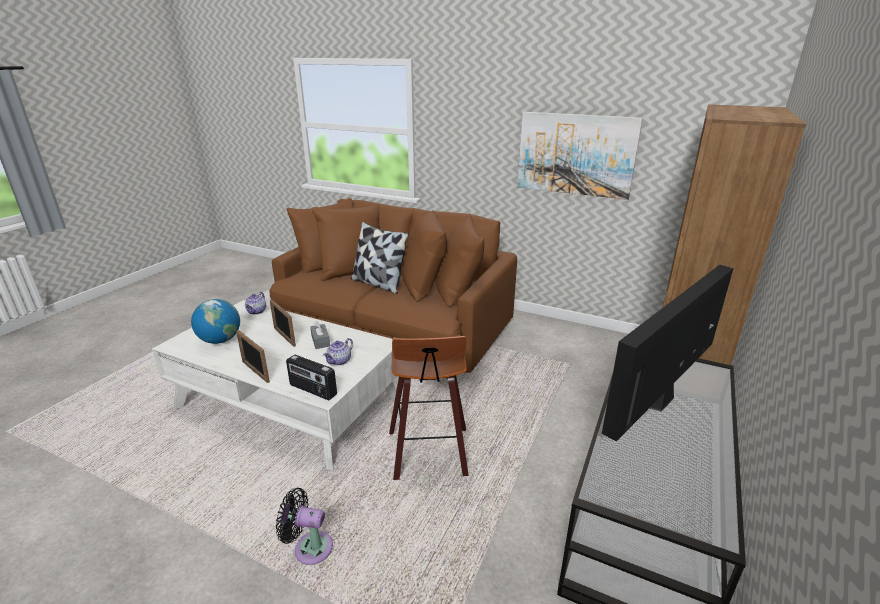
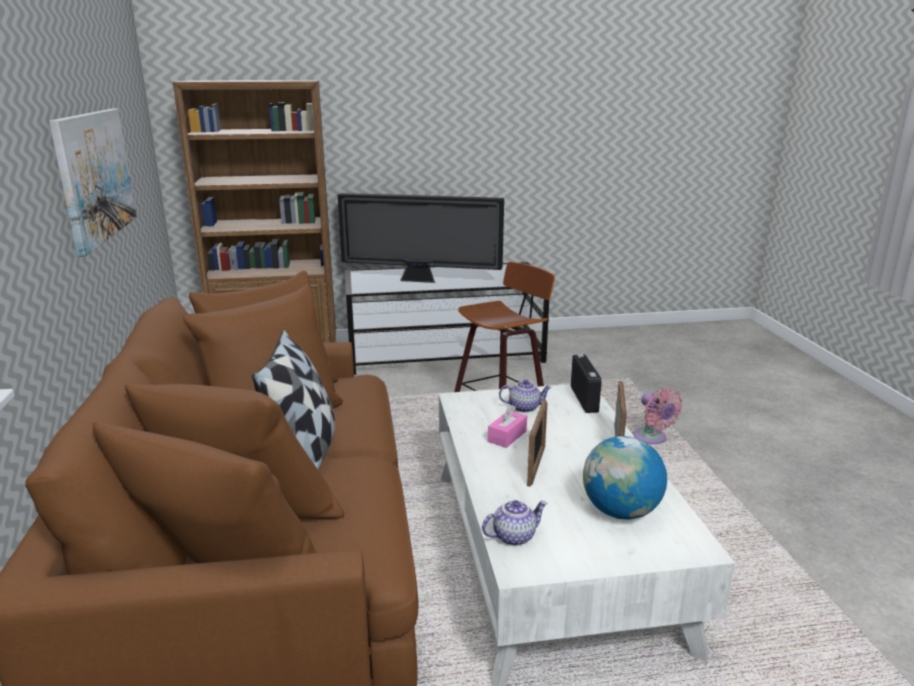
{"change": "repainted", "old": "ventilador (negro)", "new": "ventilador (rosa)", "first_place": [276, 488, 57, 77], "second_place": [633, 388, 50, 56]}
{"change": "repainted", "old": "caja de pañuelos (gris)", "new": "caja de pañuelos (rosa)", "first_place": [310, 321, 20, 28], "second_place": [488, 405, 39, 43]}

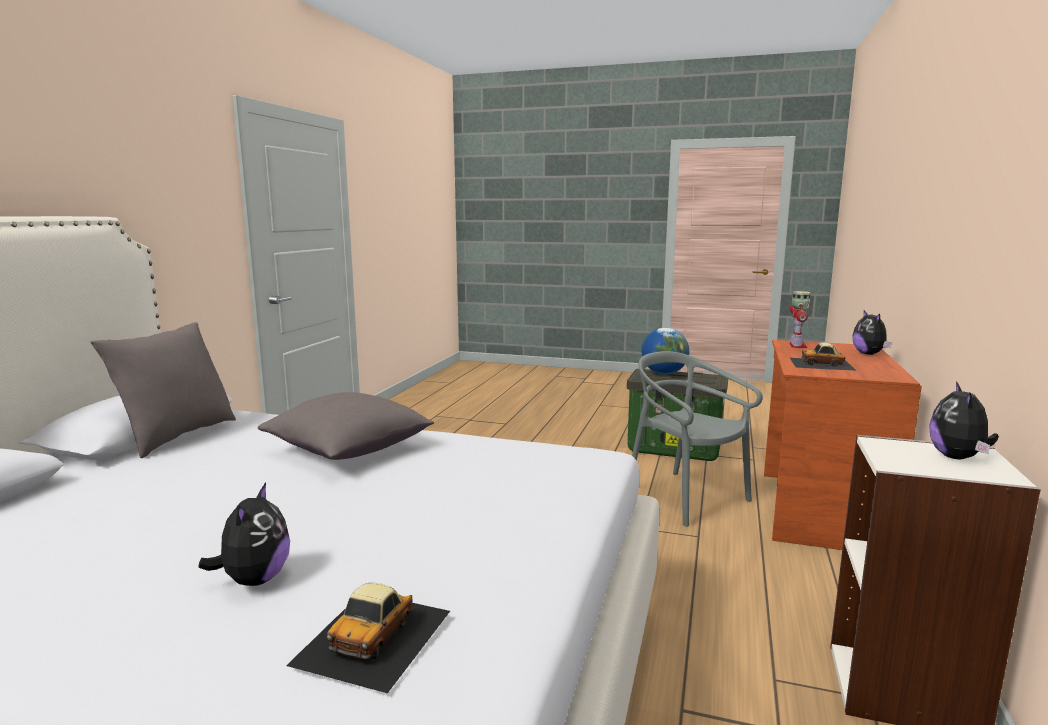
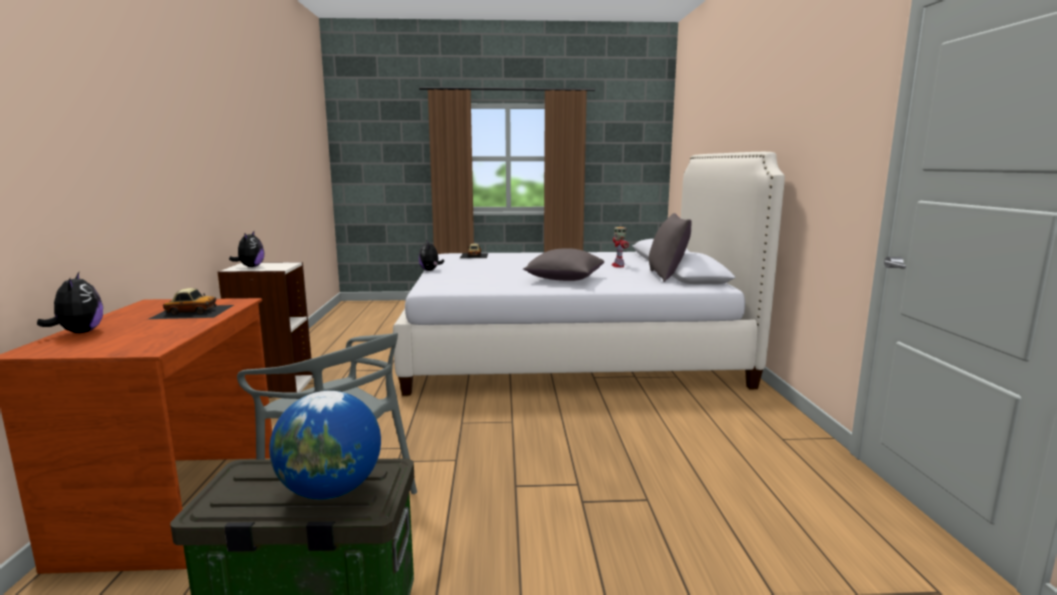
{"change": "shifted", "old": "peluche", "first_place": [198, 483, 92, 103], "second_place": [419, 240, 25, 31]}
{"change": "shifted", "old": "robot de juguete", "first_place": [789, 291, 22, 57], "second_place": [611, 227, 18, 40]}

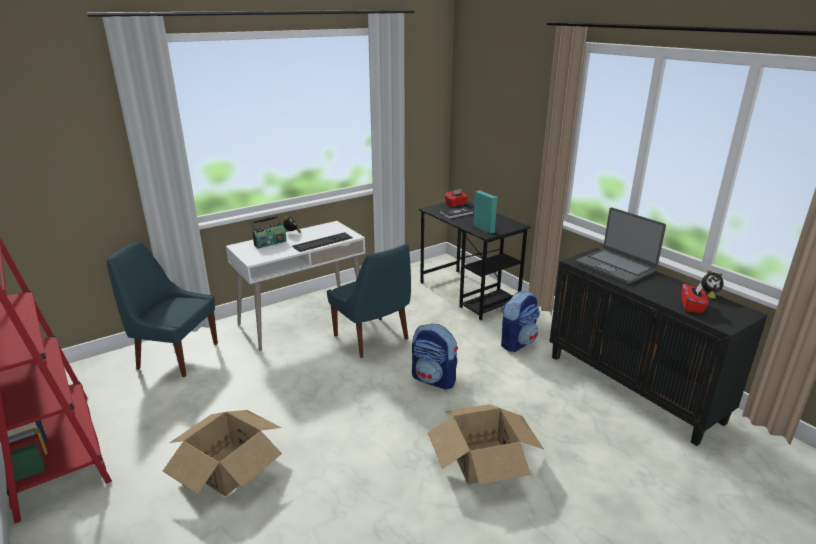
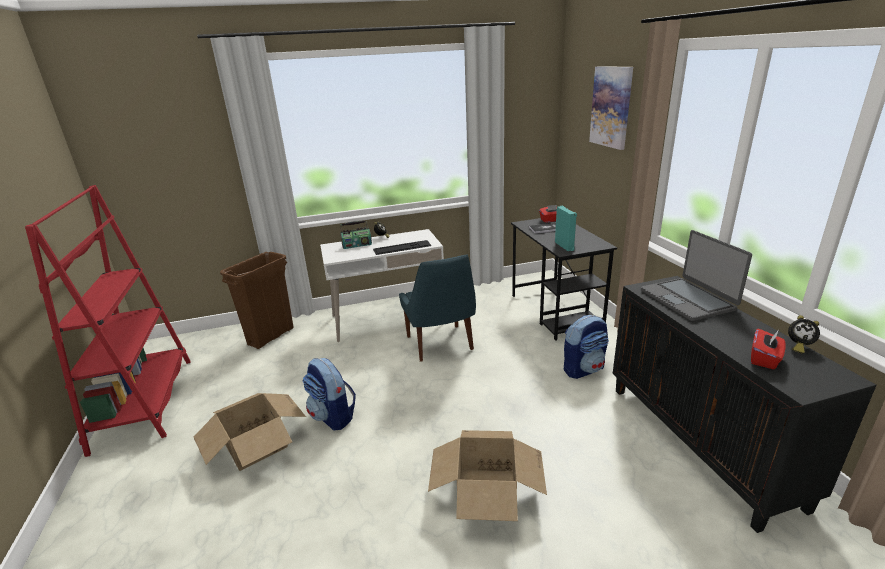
{"change": "new", "new": "cuadro", "second_place": [589, 66, 44, 84]}
{"change": "shifted", "old": "mochila", "first_place": [412, 324, 46, 66], "second_place": [303, 358, 53, 72]}
{"change": "swapped", "old": "silla (azul)", "new": "papelera (marrón)", "first_place": [107, 241, 111, 136], "second_place": [220, 252, 74, 97]}

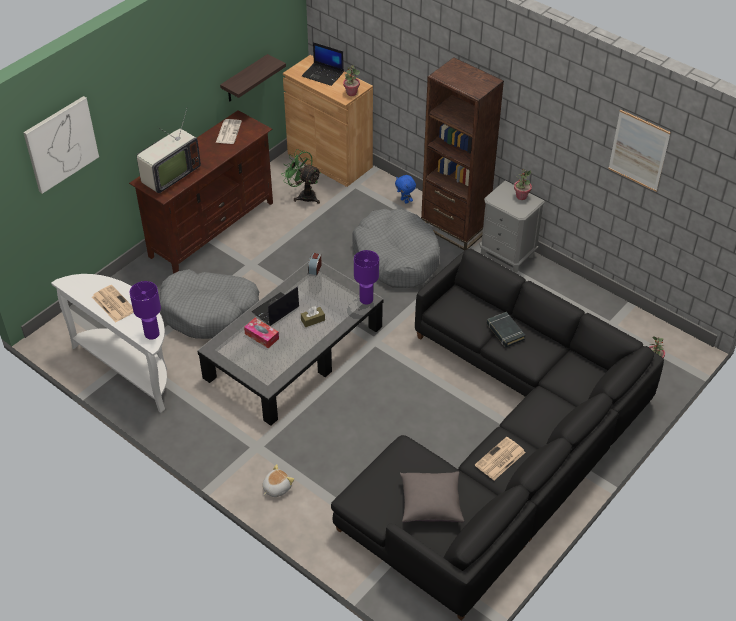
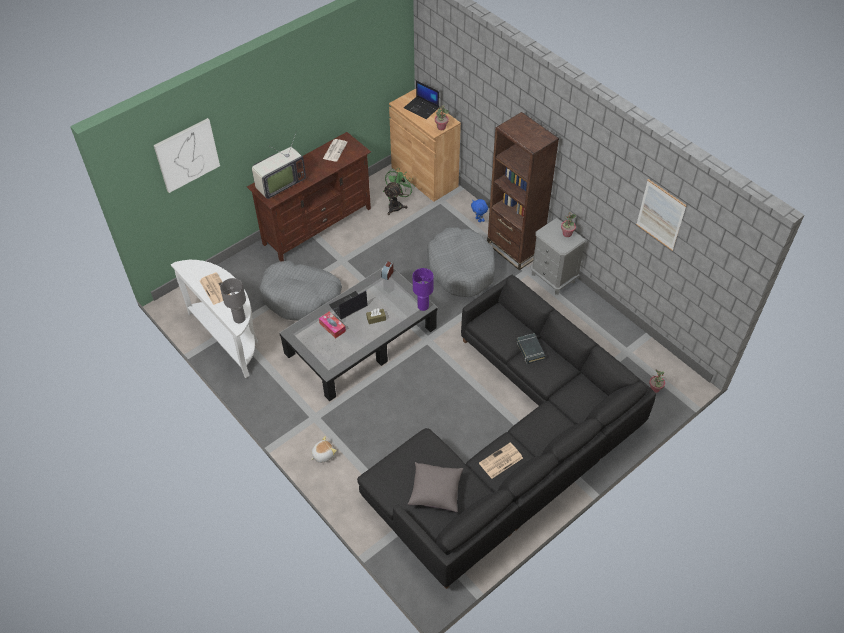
{"change": "gone", "old": "estante", "first_place": [220, 54, 66, 48]}
{"change": "repainted", "old": "lámpara de mesa (morado)", "new": "lámpara de mesa (gris)", "first_place": [129, 281, 32, 59], "second_place": [220, 278, 26, 45]}
{"change": "rotated", "old": "ventilador (verde)", "first_place": [281, 149, 40, 55], "second_place": [383, 168, 32, 47], "degrees": 75}

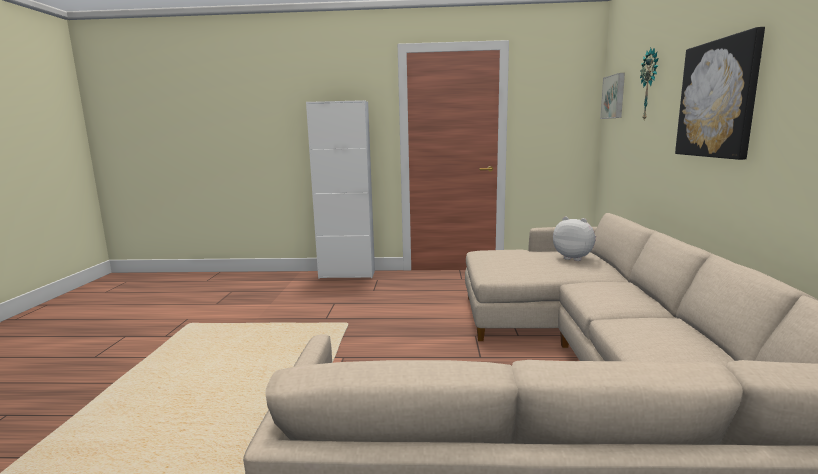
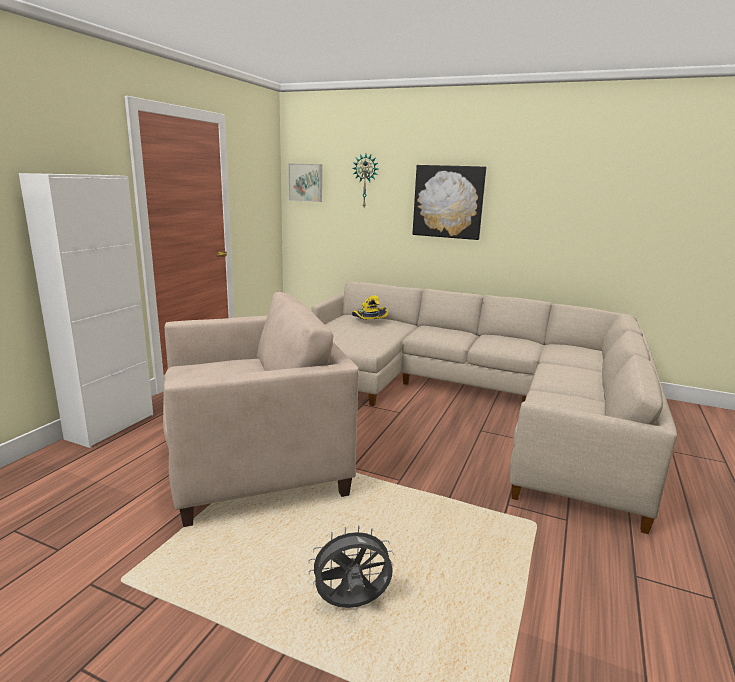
{"change": "new", "new": "sillón (beis)", "second_place": [163, 292, 196, 235]}
{"change": "new", "new": "ventilador (gris)", "second_place": [308, 525, 86, 83]}
{"change": "swapped", "old": "peluche", "new": "sombrero (amarillo)", "first_place": [553, 216, 43, 45], "second_place": [352, 295, 36, 25]}

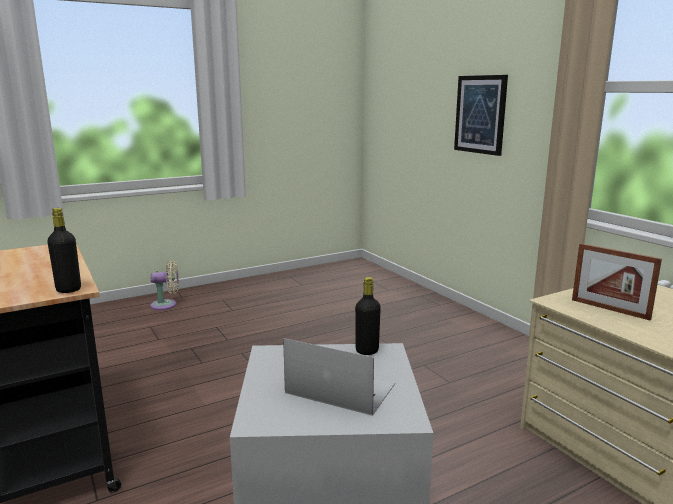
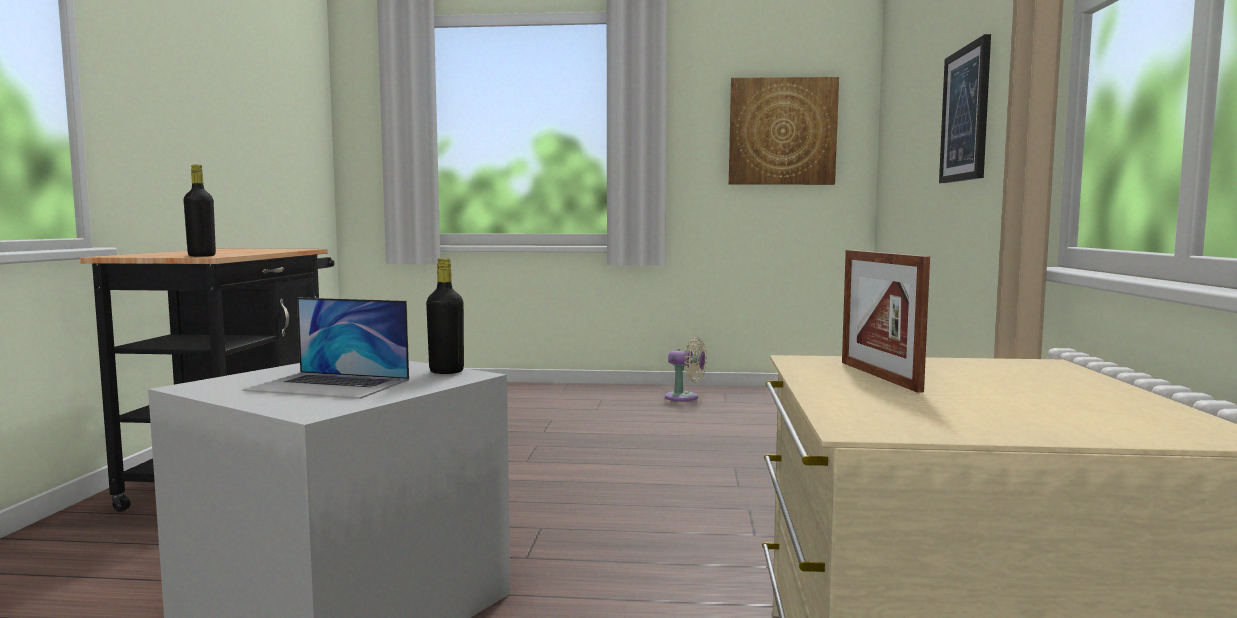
{"change": "new", "new": "cuadro", "second_place": [729, 77, 110, 108]}
{"change": "shifted", "old": "ventilador (beis)", "first_place": [150, 260, 29, 50], "second_place": [665, 337, 42, 64]}
{"change": "rotated", "old": "portátil", "first_place": [283, 338, 112, 78], "second_place": [243, 297, 166, 102], "degrees": 135}

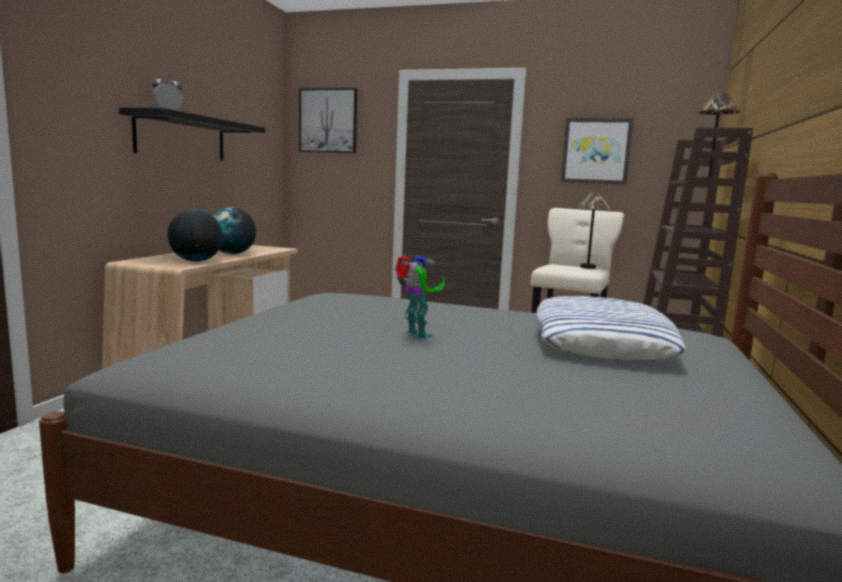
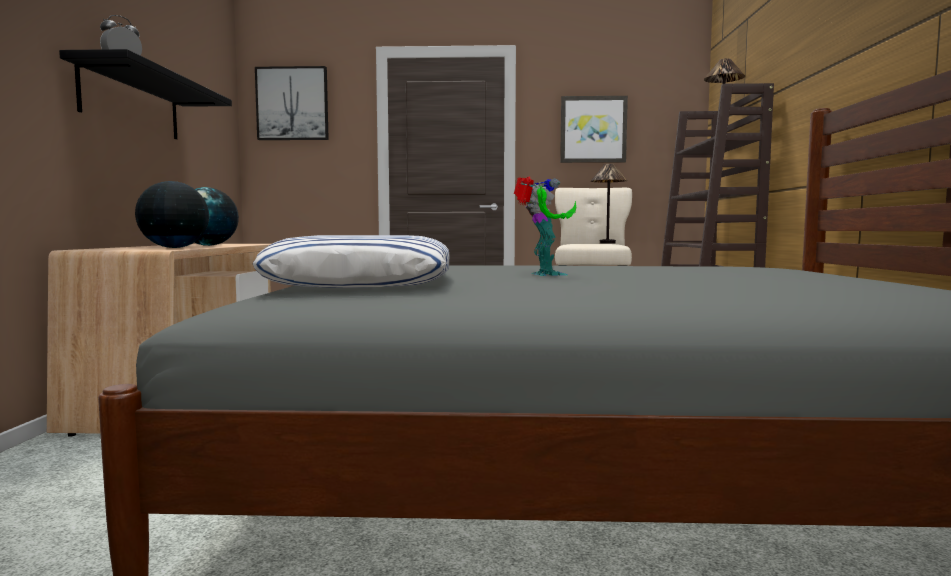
{"change": "shifted", "old": "cojín", "first_place": [536, 296, 150, 65], "second_place": [252, 235, 198, 53]}
{"change": "rotated", "old": "robot de juguete", "first_place": [395, 255, 50, 85], "second_place": [514, 177, 62, 99], "degrees": 45}

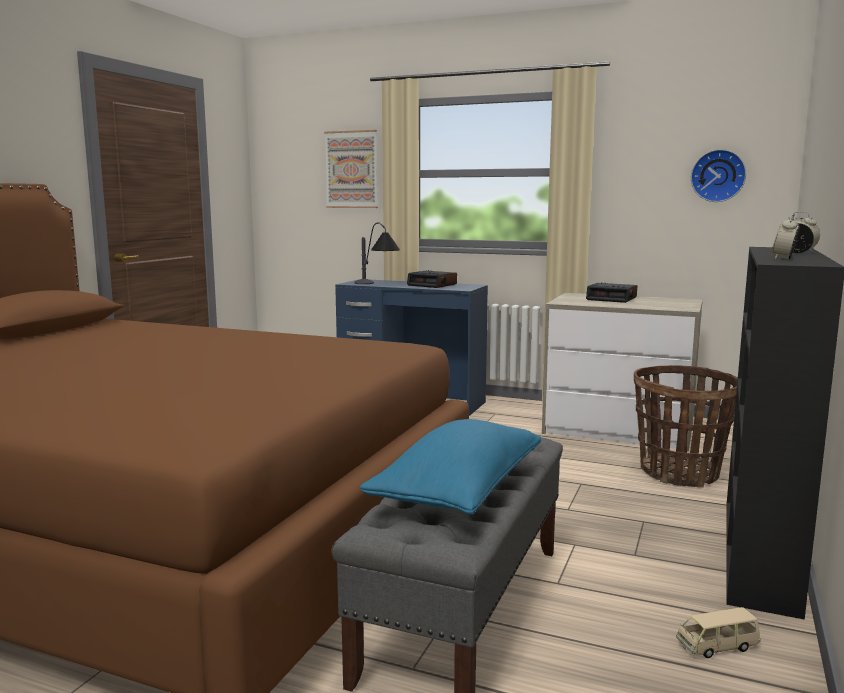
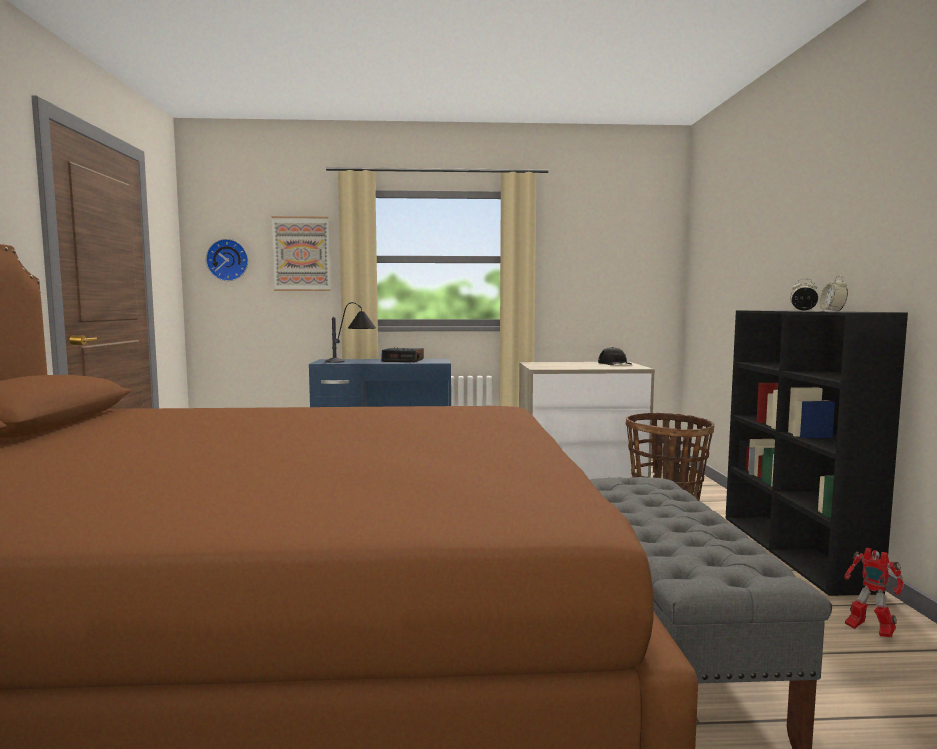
{"change": "gone", "old": "cojín (azul)", "first_place": [360, 419, 181, 96]}
{"change": "gone", "old": "despertador", "first_place": [586, 283, 51, 20]}
{"change": "new", "new": "gorra (negro)", "second_place": [598, 347, 34, 18]}
{"change": "shifted", "old": "reloj de pared", "first_place": [691, 149, 55, 53], "second_place": [206, 239, 42, 42]}
{"change": "swapped", "old": "coche de juguete (beis)", "new": "robot de juguete", "first_place": [676, 607, 85, 51], "second_place": [844, 547, 60, 90]}

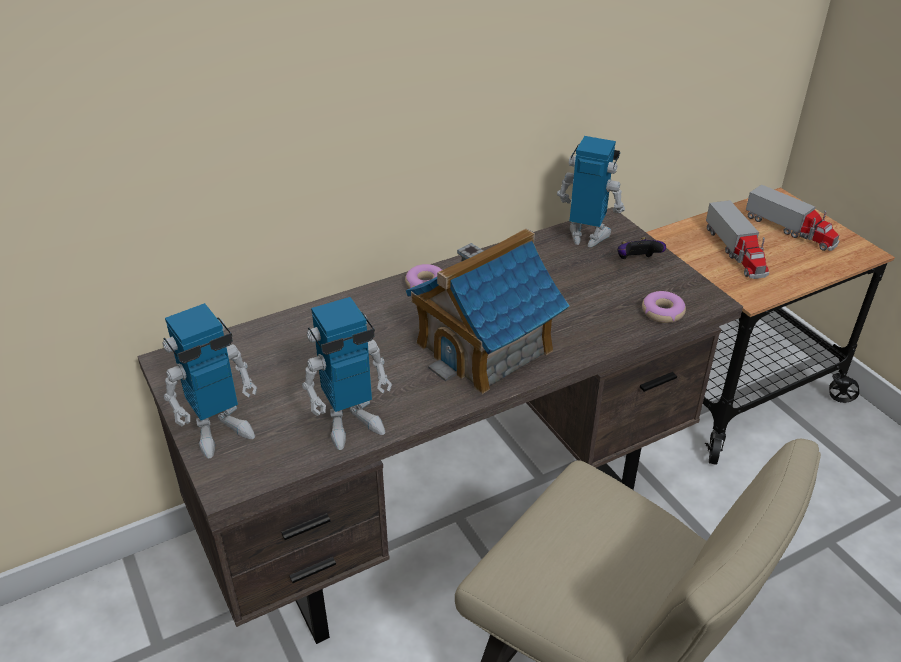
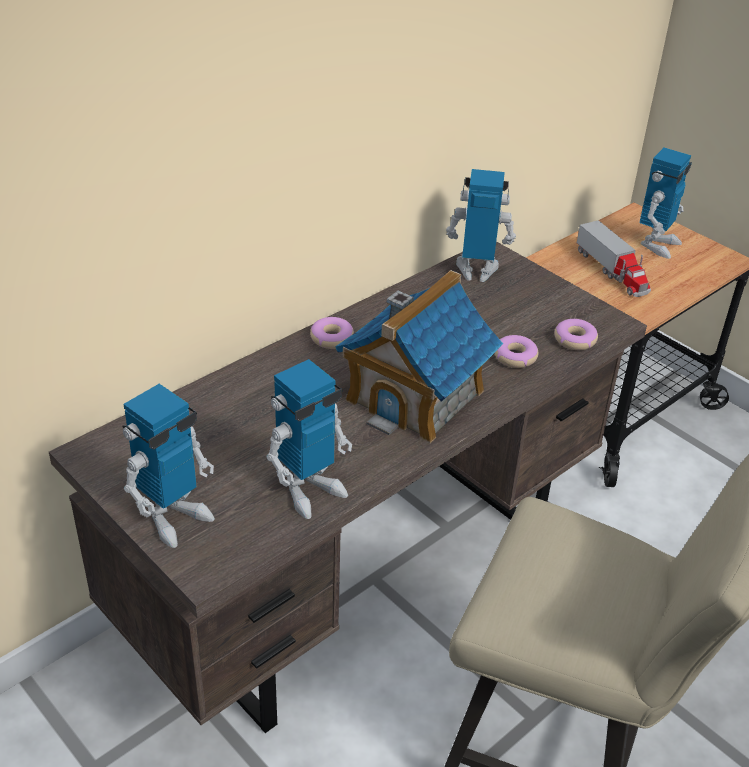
{"change": "gone", "old": "mando de consola", "first_place": [617, 237, 49, 22]}
{"change": "new", "new": "rosquilla", "second_place": [495, 335, 43, 33]}
{"change": "swapped", "old": "camión de juguete", "new": "robot de juguete", "first_place": [746, 185, 93, 66], "second_place": [640, 148, 52, 111]}

